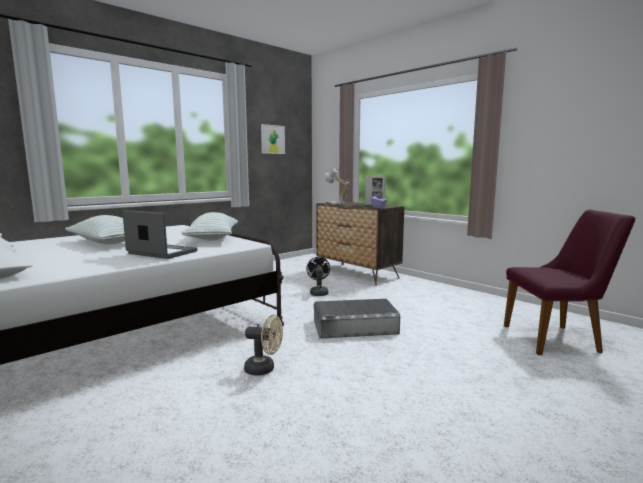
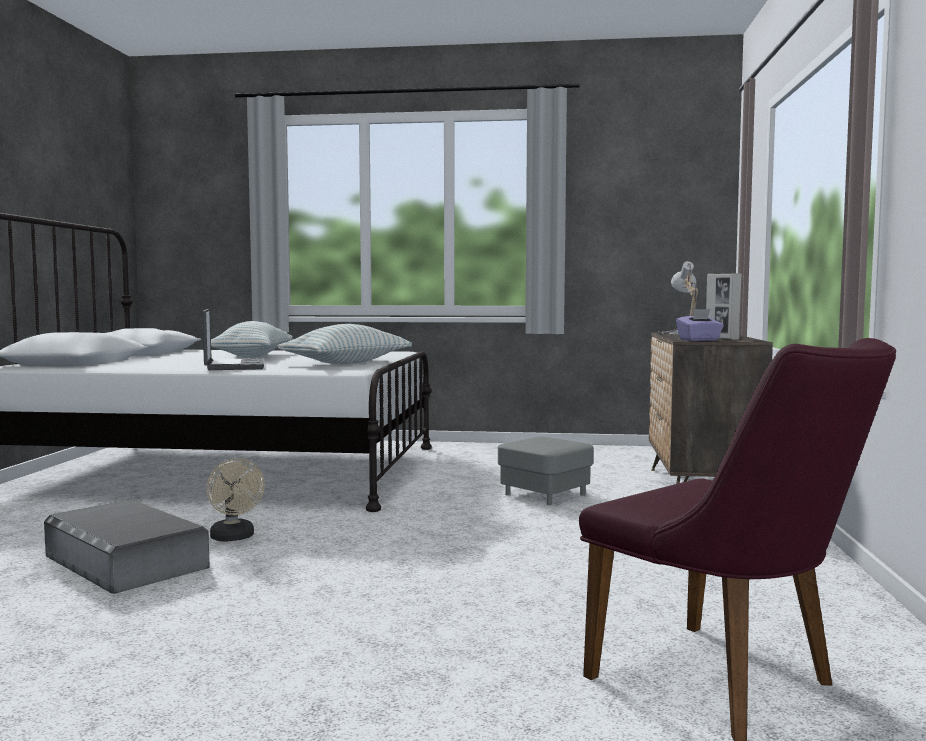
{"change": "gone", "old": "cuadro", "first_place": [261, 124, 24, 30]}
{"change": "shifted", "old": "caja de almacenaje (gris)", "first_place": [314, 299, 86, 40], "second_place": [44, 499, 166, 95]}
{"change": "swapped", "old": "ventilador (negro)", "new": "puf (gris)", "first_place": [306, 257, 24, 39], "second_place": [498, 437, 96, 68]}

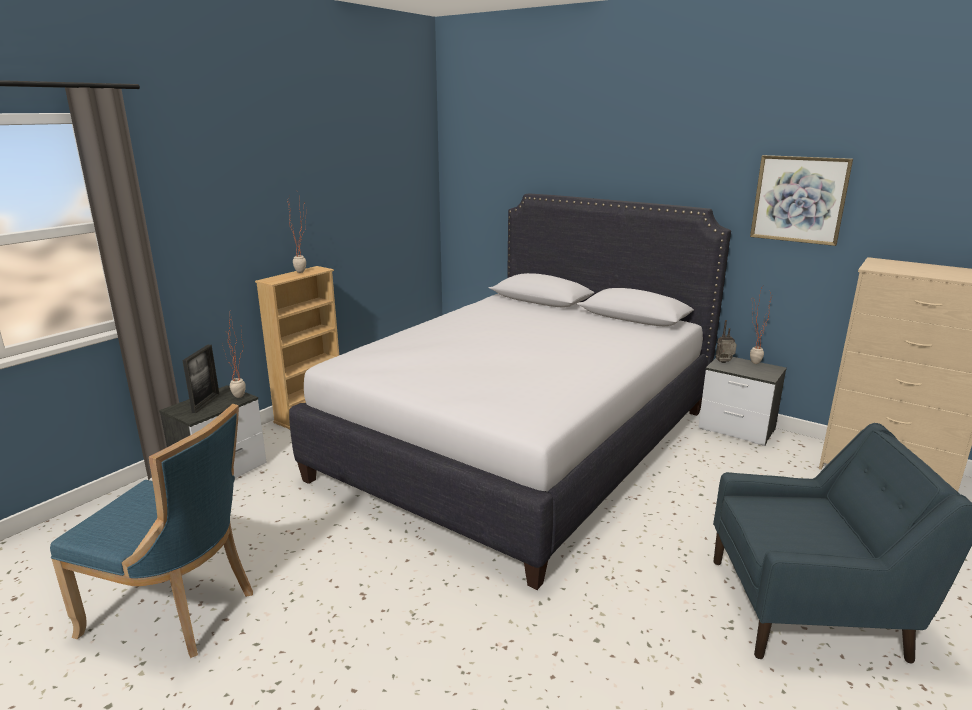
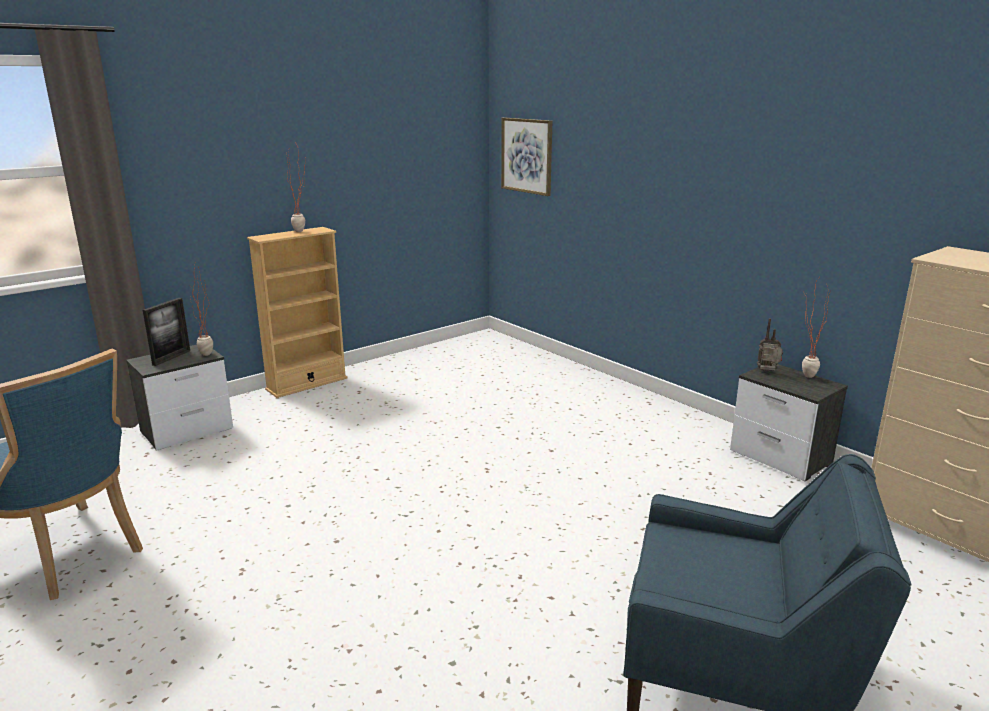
{"change": "gone", "old": "cama (blanco)", "first_place": [289, 193, 442, 397]}
{"change": "shifted", "old": "cuadro", "first_place": [750, 155, 103, 91], "second_place": [501, 118, 51, 78]}

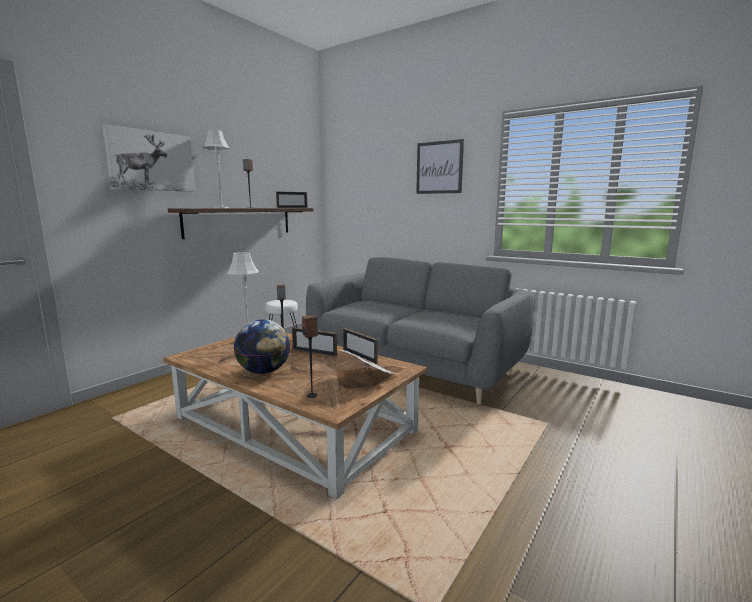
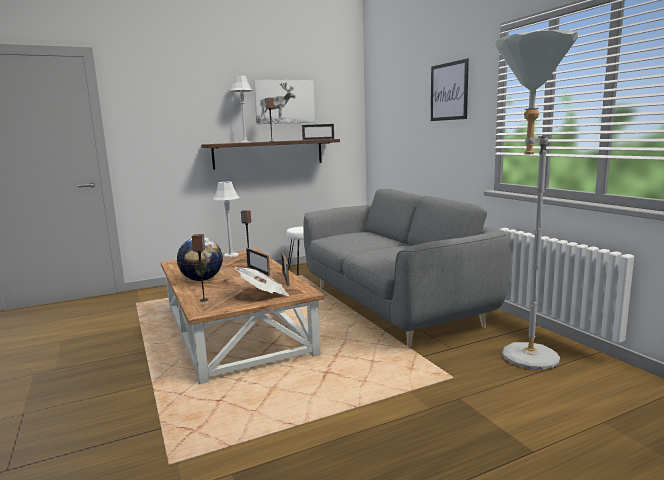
{"change": "new", "new": "lámpara de pie (gris)", "second_place": [495, 30, 83, 340]}
{"change": "shifted", "old": "cuadro", "first_place": [102, 124, 93, 68], "second_place": [253, 79, 62, 45]}

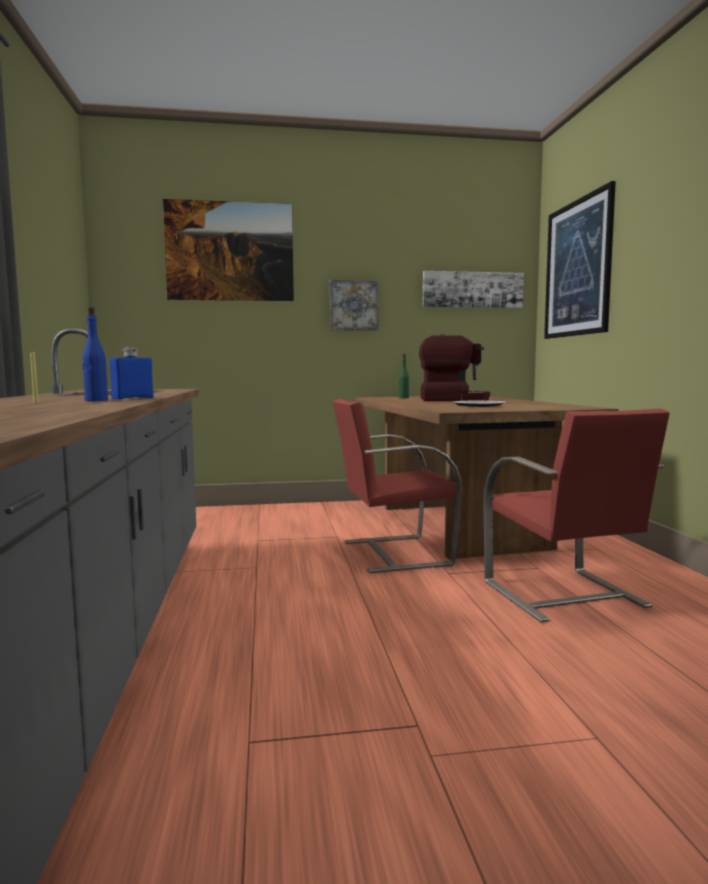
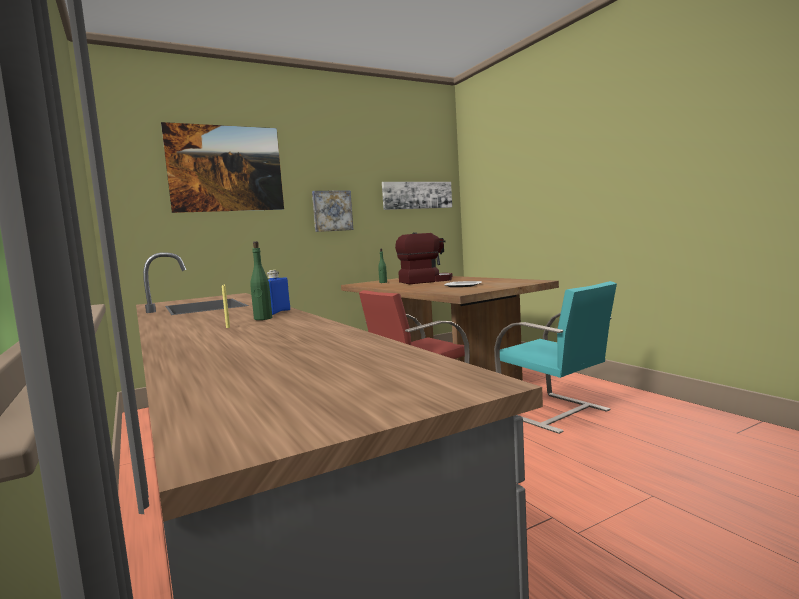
{"change": "gone", "old": "cuadro", "first_place": [544, 181, 72, 158]}
{"change": "repainted", "old": "botella (azul)", "new": "botella (verde)", "first_place": [82, 307, 26, 94], "second_place": [250, 241, 22, 79]}
{"change": "repainted", "old": "silla (rojo)", "new": "silla (turquesa)", "first_place": [484, 408, 186, 214], "second_place": [494, 281, 123, 153]}

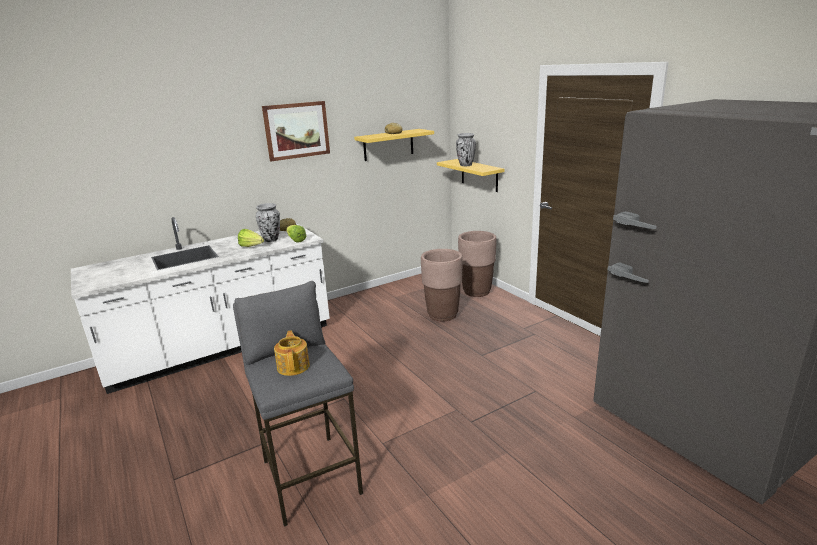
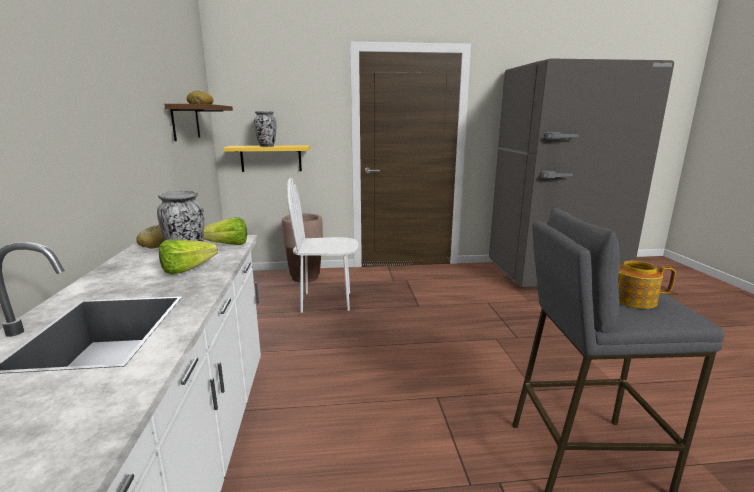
{"change": "gone", "old": "cuadro", "first_place": [262, 101, 68, 60]}
{"change": "swapped", "old": "maceta (marrón)", "new": "silla (blanco)", "first_place": [421, 249, 42, 72], "second_place": [287, 178, 71, 135]}
{"change": "repainted", "old": "estante (amarillo)", "new": "estante (marrón)", "first_place": [354, 129, 80, 32], "second_place": [165, 104, 68, 37]}

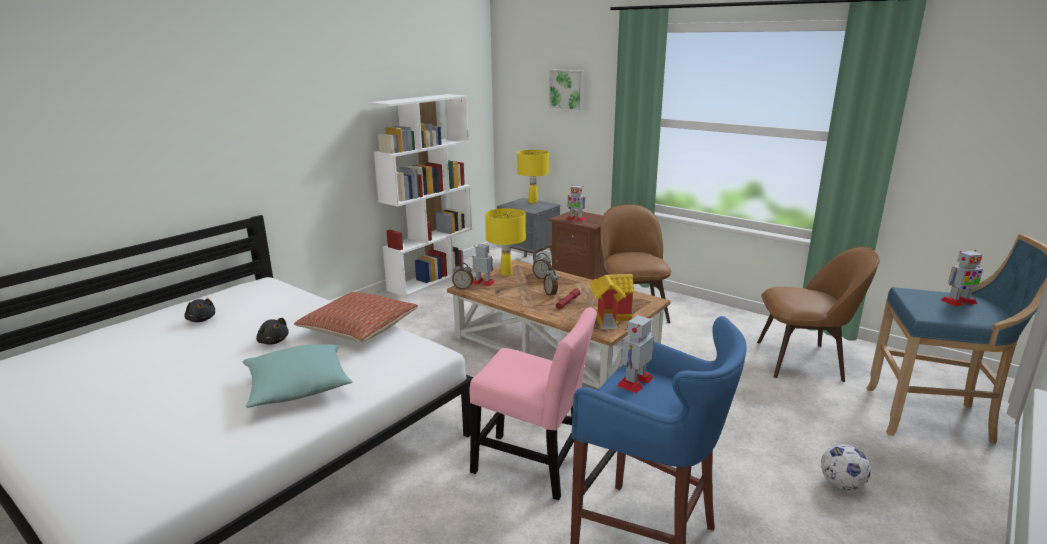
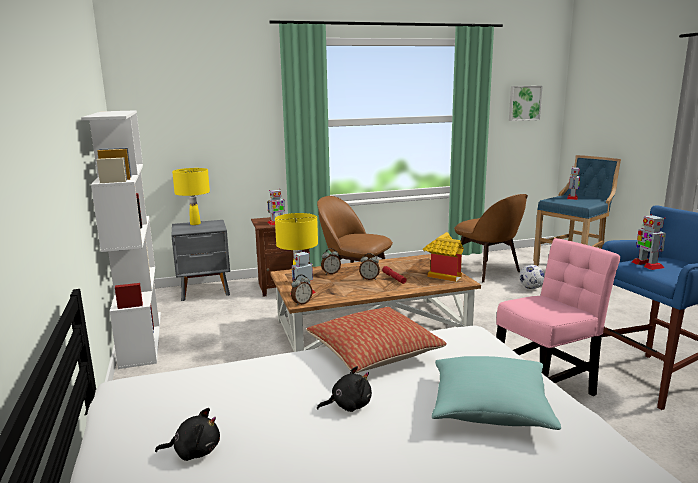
{"change": "shifted", "old": "cuadro", "first_place": [549, 69, 35, 43], "second_place": [509, 86, 34, 35]}
{"change": "shifted", "old": "balón de fútbol", "first_place": [821, 445, 50, 46], "second_place": [519, 265, 26, 24]}
{"change": "rotated", "old": "silla (marrón)", "first_place": [757, 246, 123, 136], "second_place": [454, 194, 74, 88], "degrees": 105}

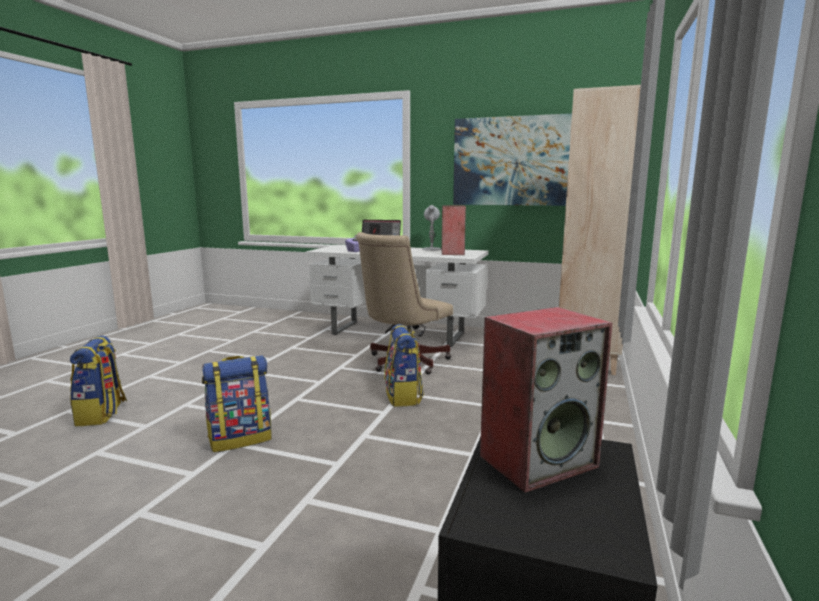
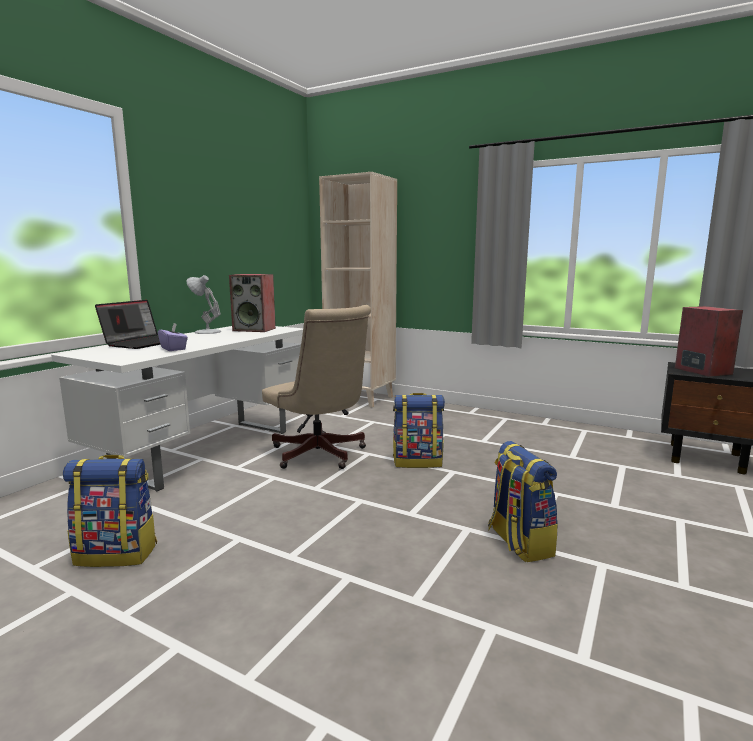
{"change": "gone", "old": "cuadro", "first_place": [453, 113, 119, 93]}
{"change": "shifted", "old": "mochila", "first_place": [70, 335, 57, 92], "second_place": [63, 455, 94, 112]}

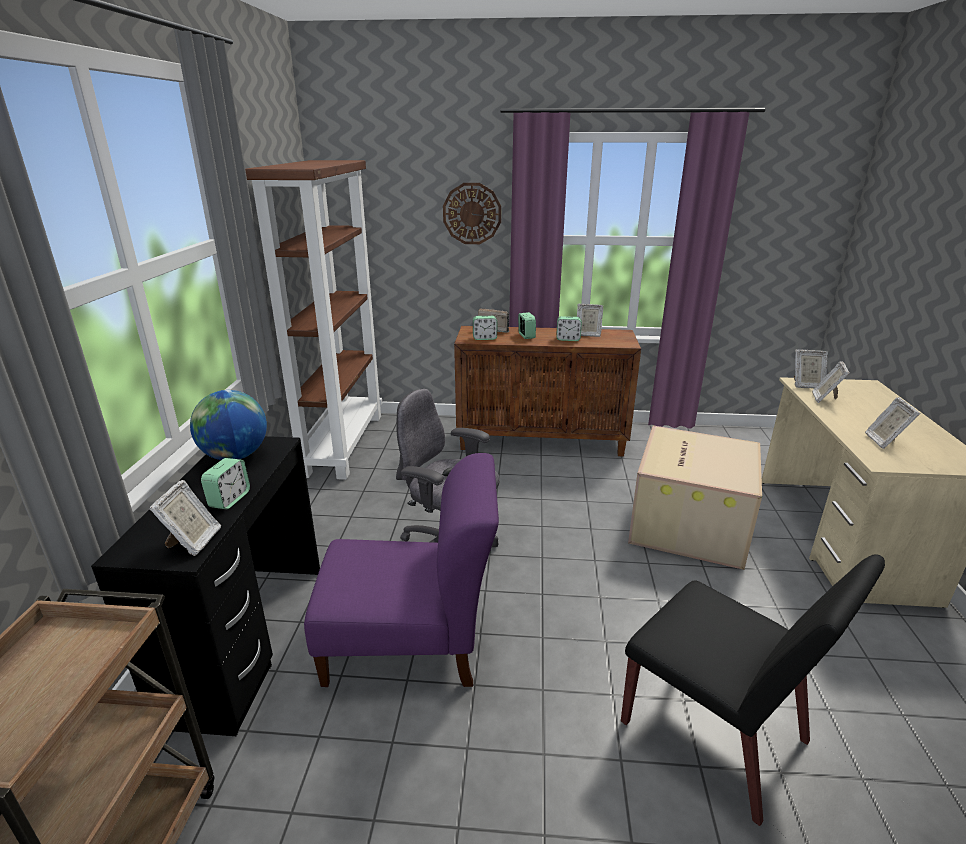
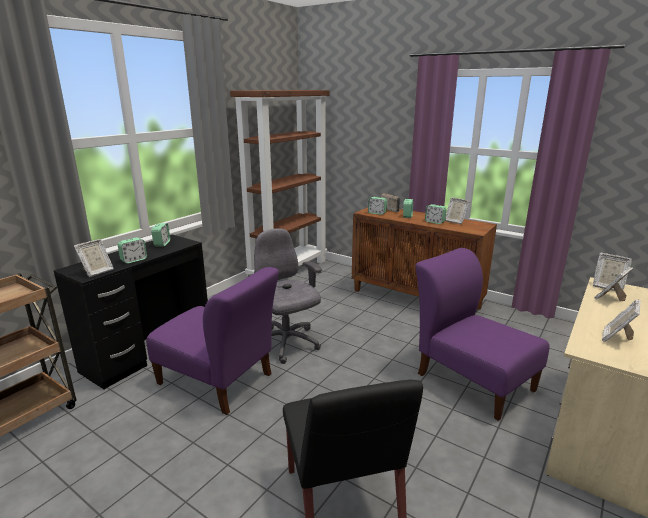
{"change": "gone", "old": "reloj de pared", "first_place": [443, 183, 58, 61]}
{"change": "swapped", "old": "globo terráqueo", "new": "despertador", "first_place": [190, 390, 77, 70], "second_place": [151, 223, 19, 23]}
{"change": "swapped", "old": "caja de cartón", "new": "silla (morado)", "first_place": [628, 426, 134, 144], "second_place": [415, 248, 135, 173]}

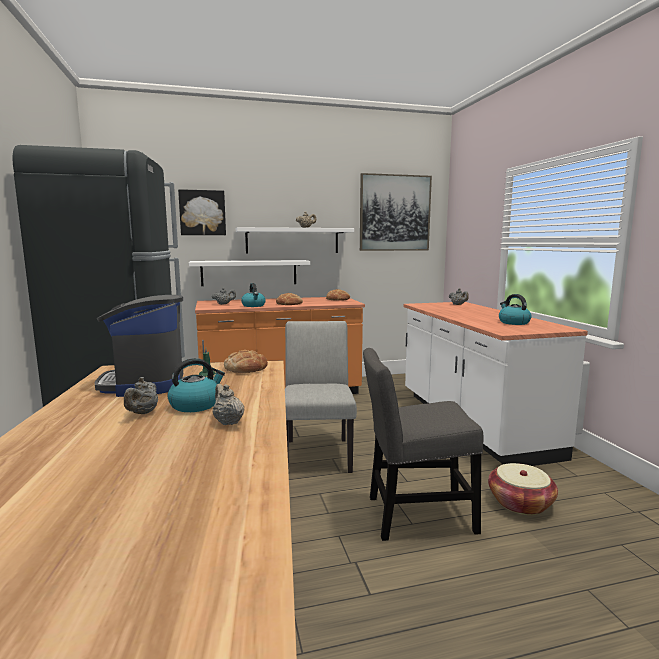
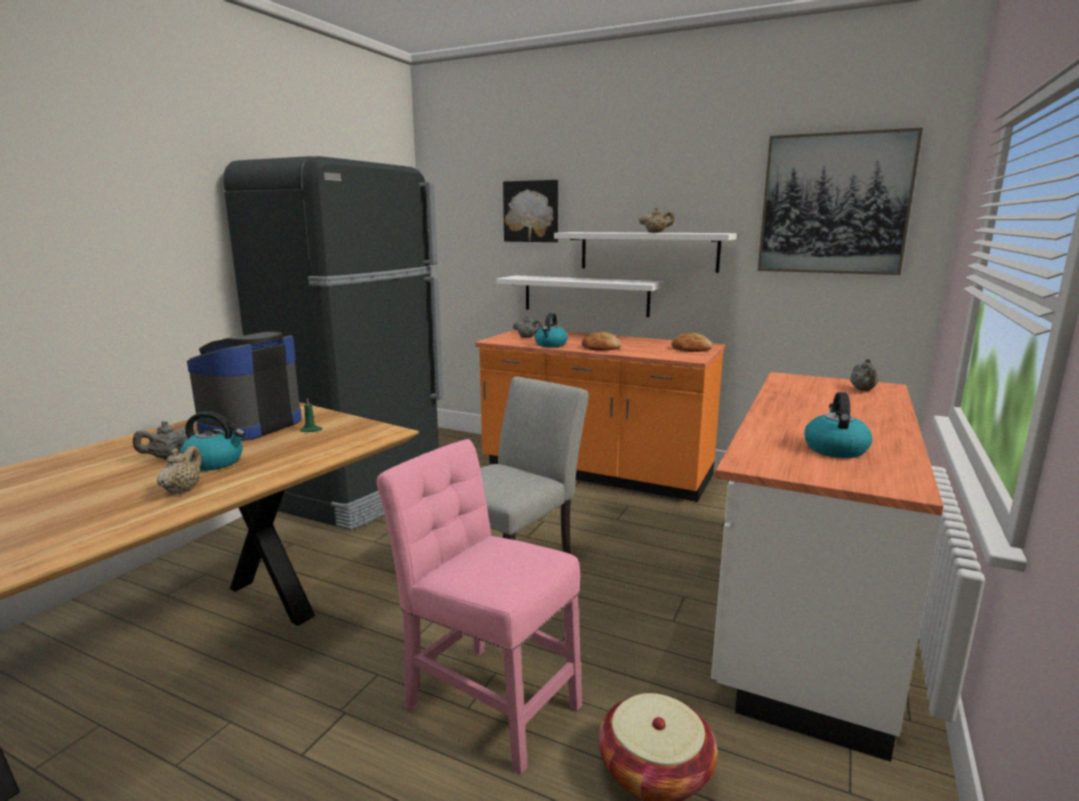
{"change": "gone", "old": "pan", "first_place": [224, 350, 44, 23]}
{"change": "repainted", "old": "silla (gris)", "new": "silla (rosa)", "first_place": [363, 348, 121, 193], "second_place": [376, 439, 206, 335]}

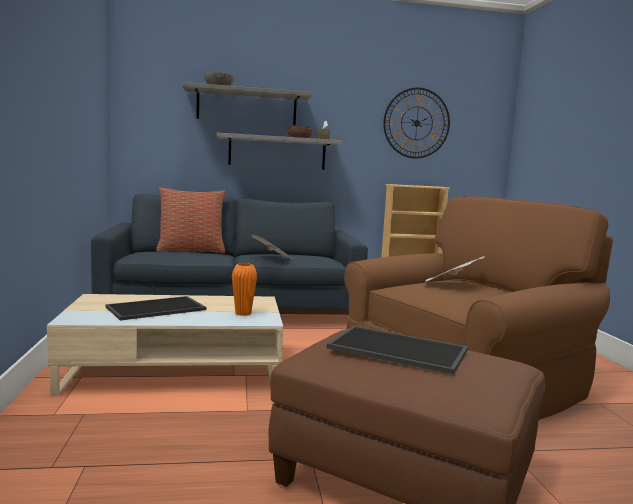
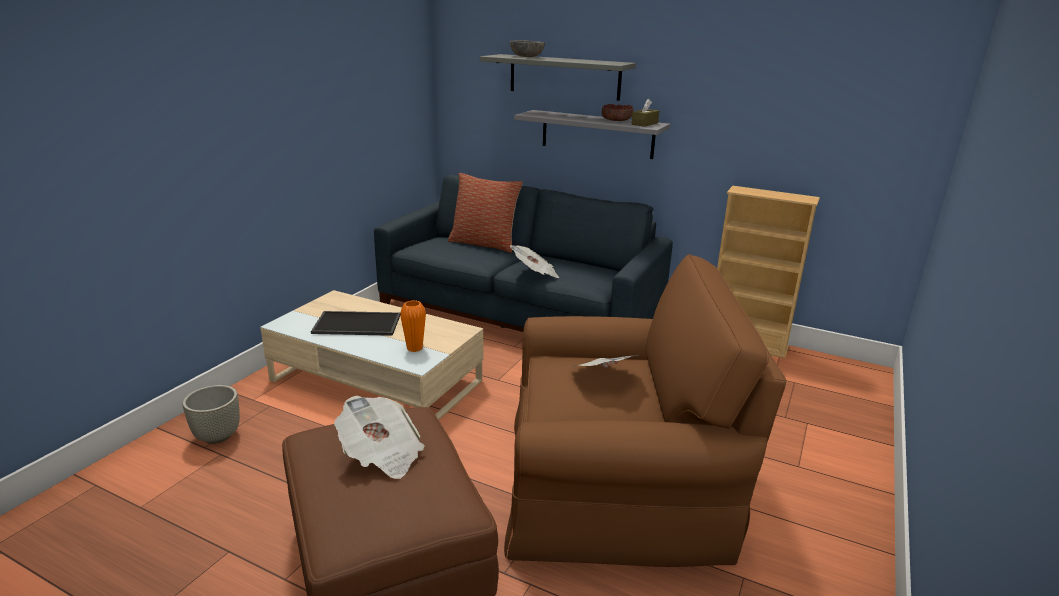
{"change": "gone", "old": "reloj de pared", "first_place": [383, 88, 67, 70]}
{"change": "new", "new": "maceta (gris)", "second_place": [183, 385, 57, 59]}
{"change": "swapped", "old": "bandeja", "new": "periódico", "first_place": [327, 326, 141, 48], "second_place": [334, 396, 91, 83]}

